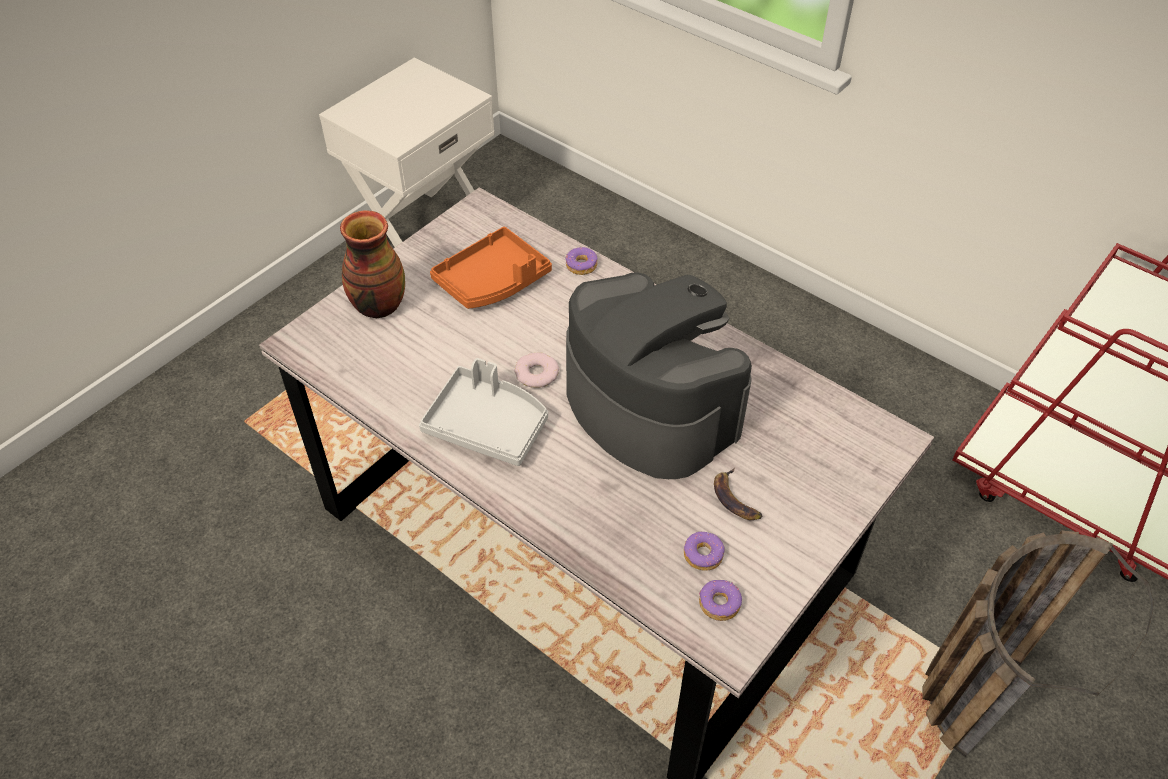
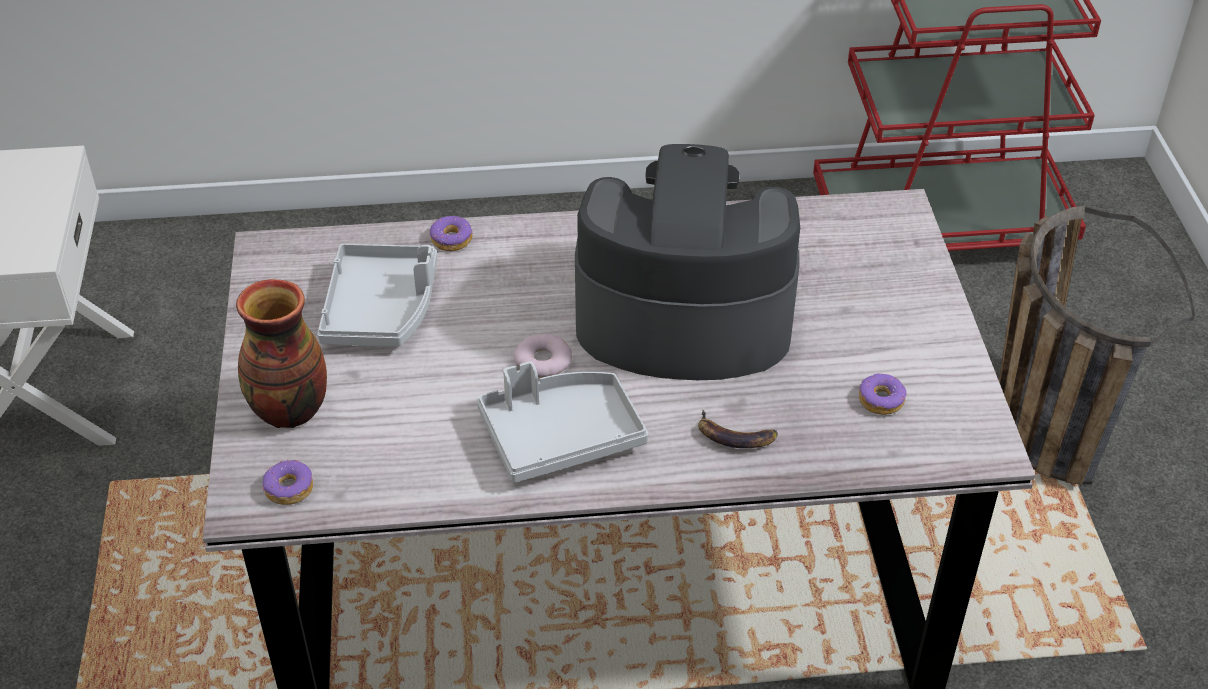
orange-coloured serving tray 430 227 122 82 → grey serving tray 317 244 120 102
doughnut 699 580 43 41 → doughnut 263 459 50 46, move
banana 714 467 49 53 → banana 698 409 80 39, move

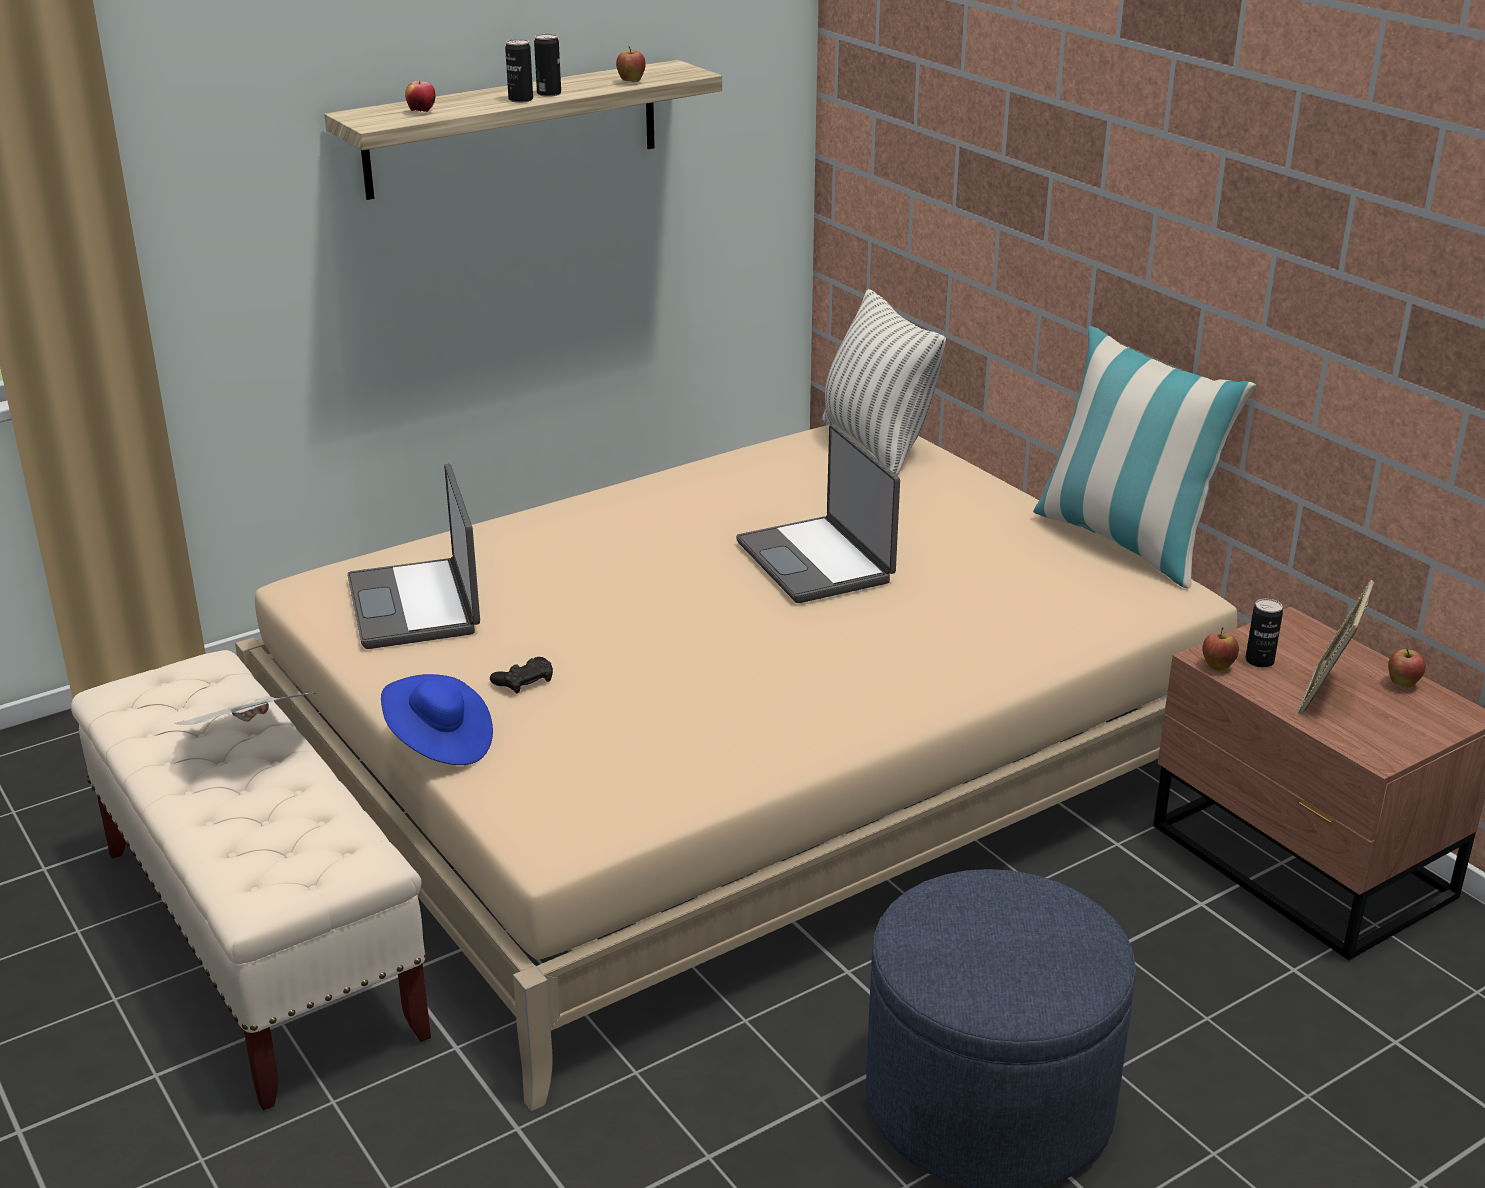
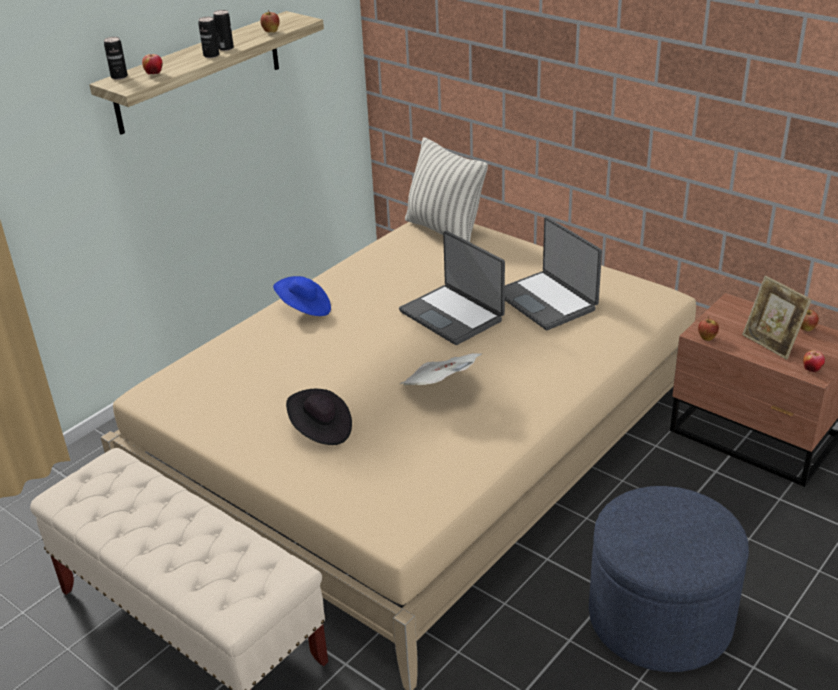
newspaper 174 693 141 32 → newspaper 400 353 82 32, move
portable computer 347 464 133 185 → portable computer 505 217 97 113, move
bluish clothing hat 381 674 112 91 → bluish clothing hat 273 276 58 40, move
black-coloured game controller 490 657 63 37 → black-coloured clothing hat 286 389 66 56
throw pillow 1033 326 223 262 → -
sealed can 1245 599 38 69 → sealed can 104 37 24 43, move
picture frame 1298 580 76 135 → picture frame 742 276 70 84, 45 degrees counterclockwise
- → apple 803 350 22 22

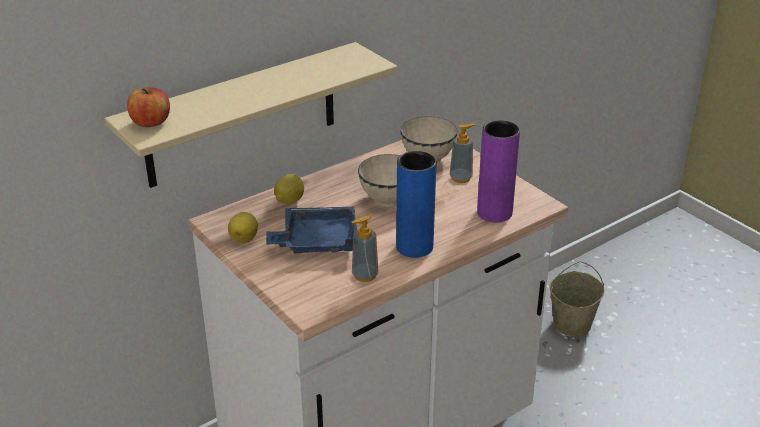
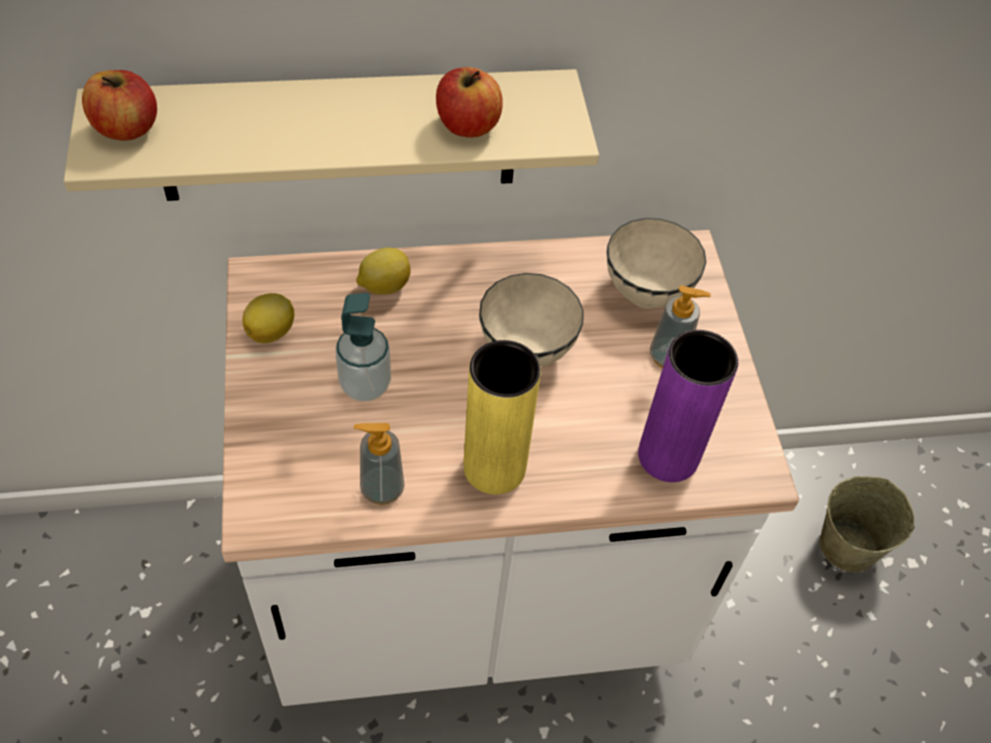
bluish serving tray 266 207 91 46 → soap bottle 335 293 56 109
bluish vase 396 151 41 107 → yellow vase 464 340 77 155
- → apple 436 67 67 70

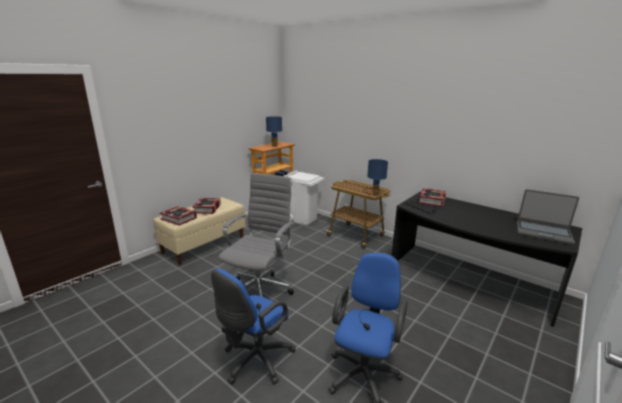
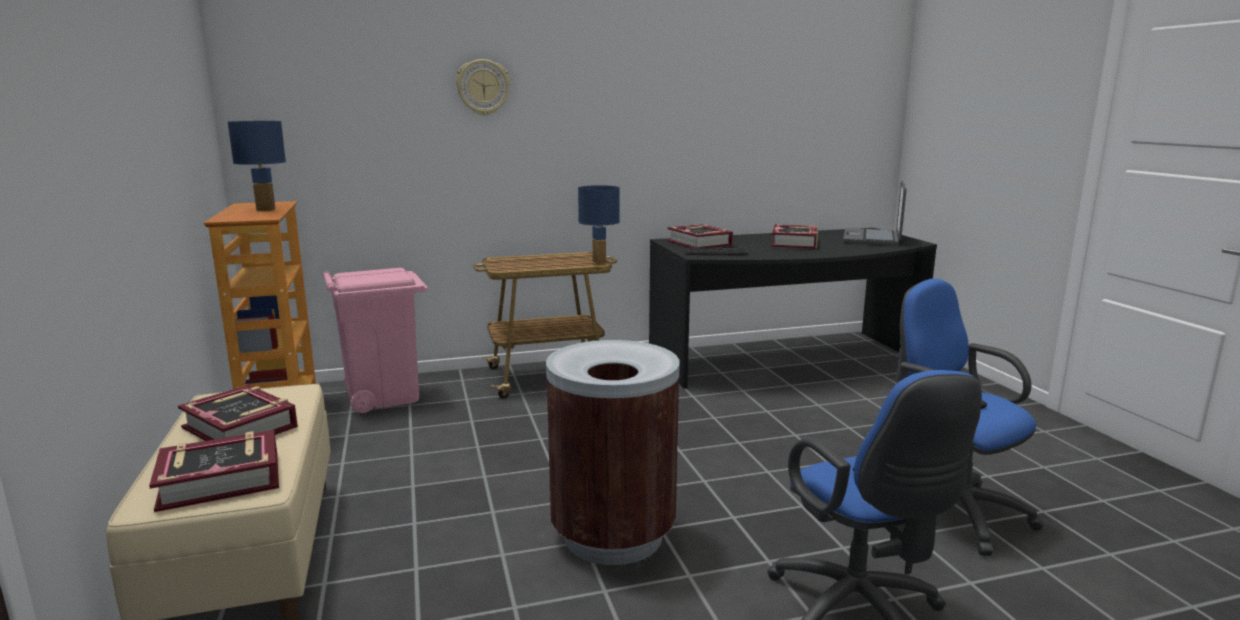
grey computer chair 218 173 77 123 → brown trash can 546 340 133 225
whitish trash can 284 170 40 55 → pink-coloured trash can 322 268 106 145
portable computer 517 189 62 56 → portable computer 843 181 63 65, 135 degrees clockwise
- → clock on the wall 456 59 54 56
- → volume 772 224 46 25

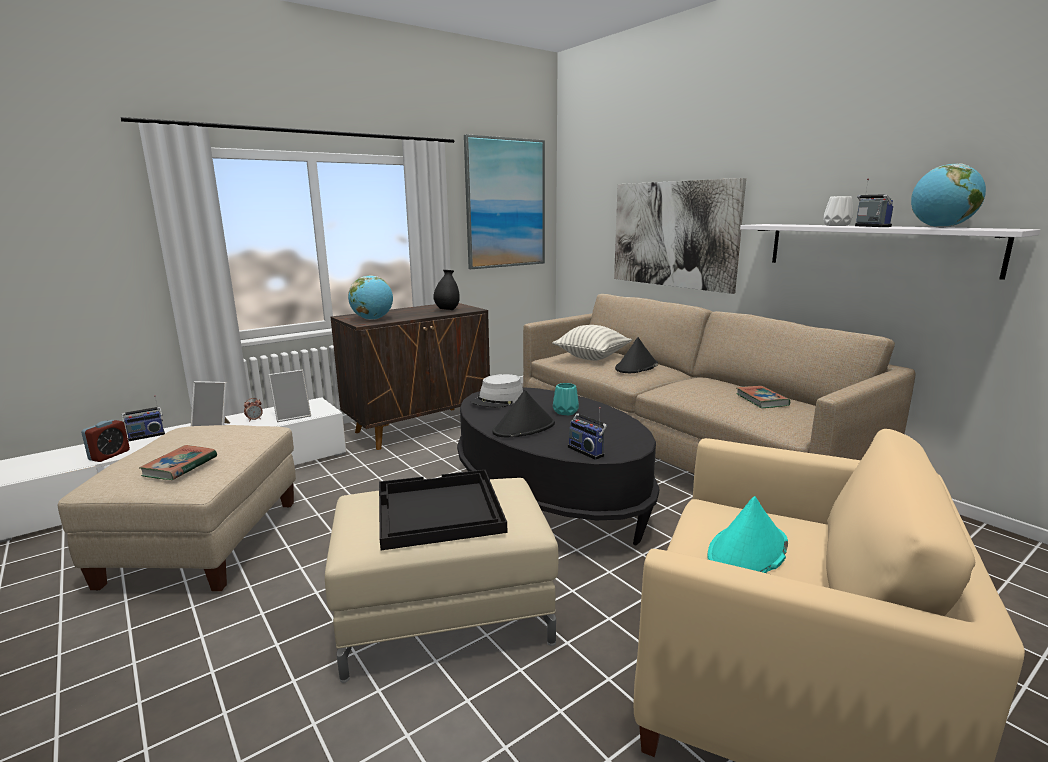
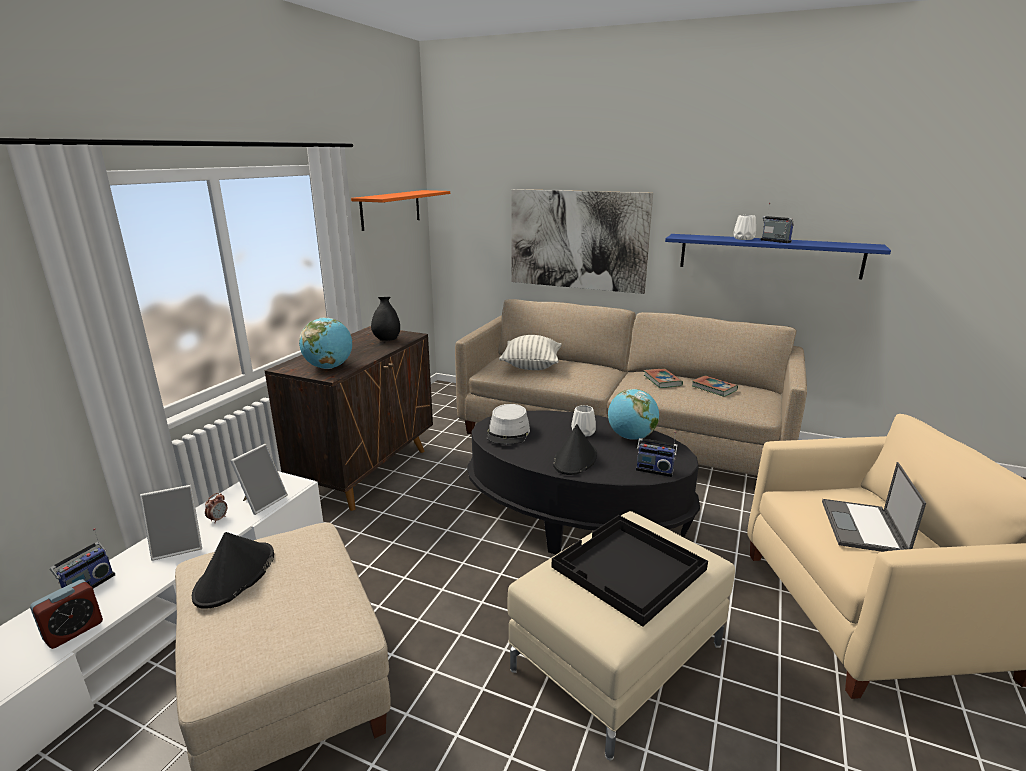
alarm clock 81 420 49 42 → alarm clock 30 579 73 70, 45 degrees clockwise
volume 139 445 78 35 → volume 644 369 39 19, move
wall art 464 134 81 135 → orange-coloured shelf 351 190 99 41
blue-green vase 553 383 26 32 → whitish vase 571 405 25 32
black-coloured clothing hat 615 337 43 36 → black-coloured clothing hat 192 532 82 77, move
blue-green clothing hat 707 496 81 77 → portable computer 822 462 104 90
whitish shelf 740 224 300 56 → bluish shelf 665 234 226 45
desk globe 911 163 75 65 → desk globe 608 389 51 51, move

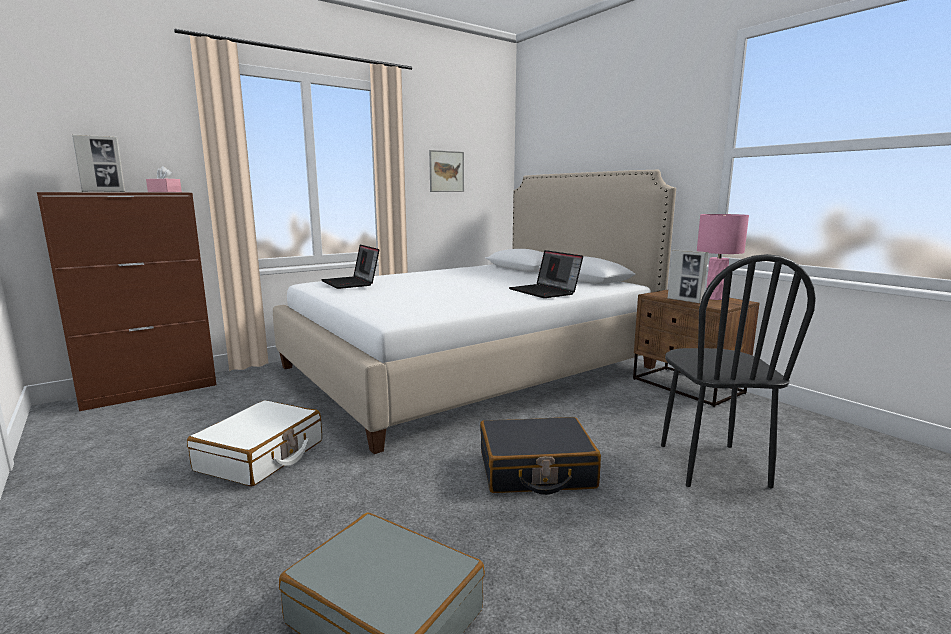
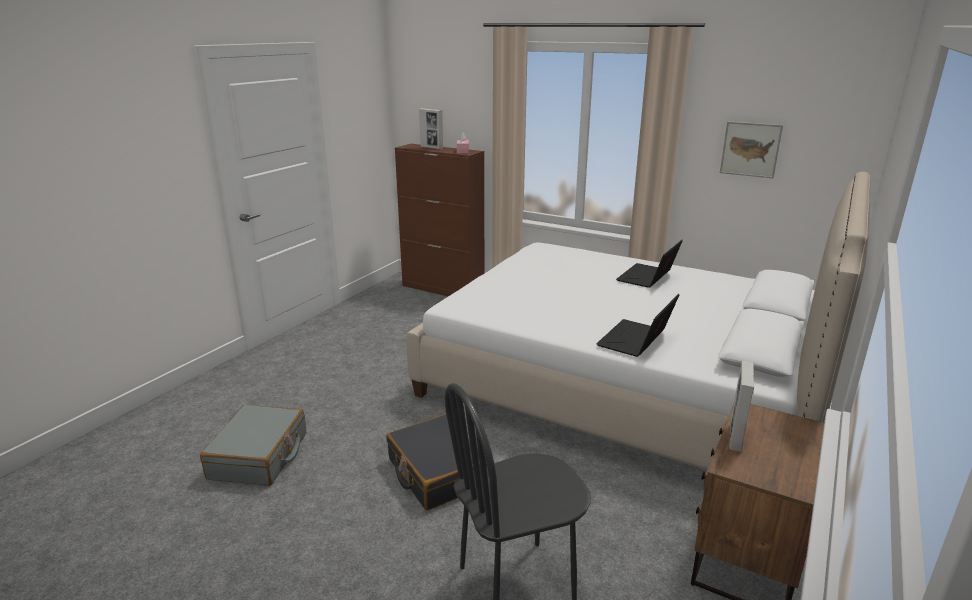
whitish piece of luggage 187 400 135 87 → -
portable computer 321 245 58 44 → portable computer 616 240 67 48, move
pink-coloured lamp for a table 697 214 52 86 → -

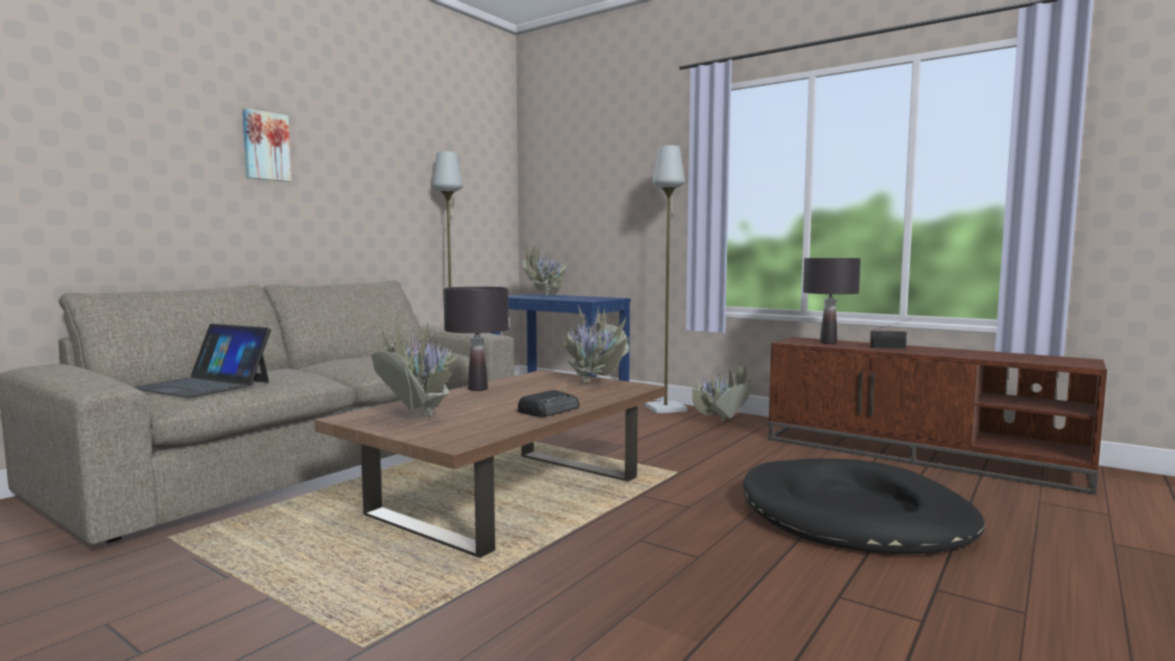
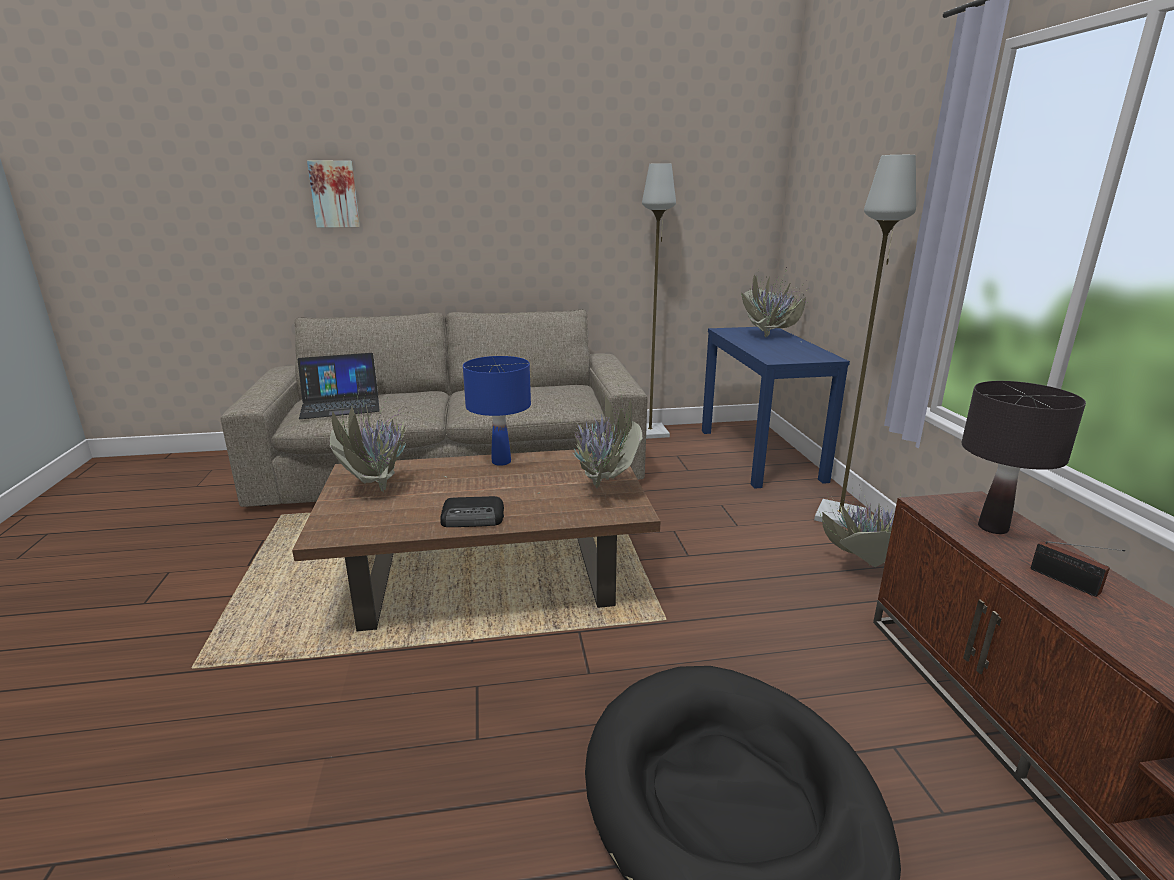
portable computer 134 324 137 74 → portable computer 298 353 82 66, 90 degrees counterclockwise
wall art 242 108 50 74 → wall art 307 160 53 68, move
black-coloured lamp for a table 443 287 66 104 → bluish lamp for a table 463 356 68 110

